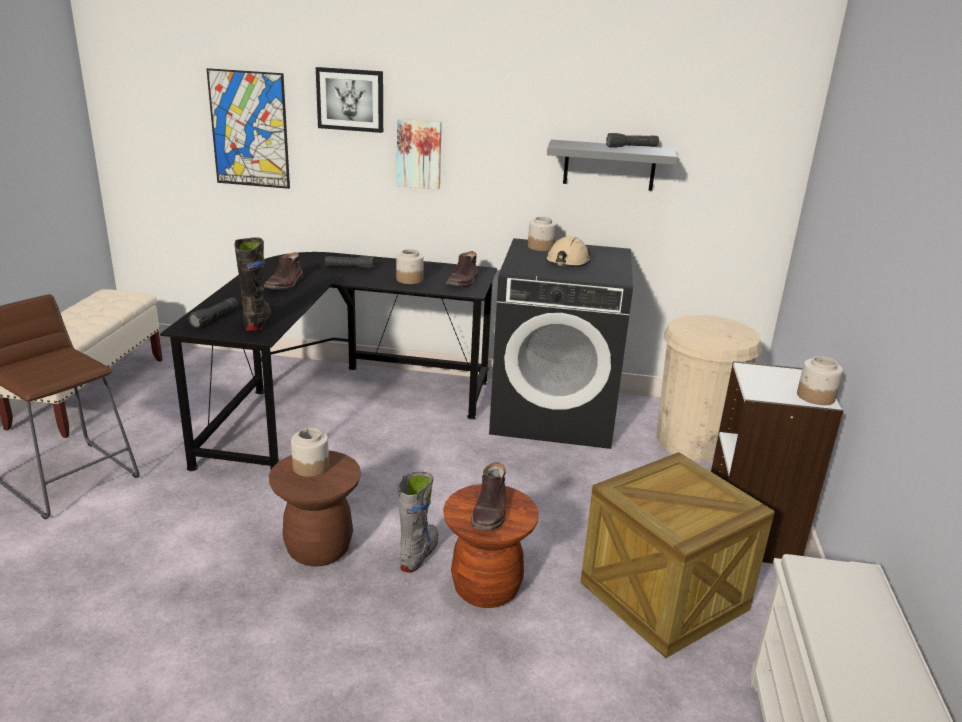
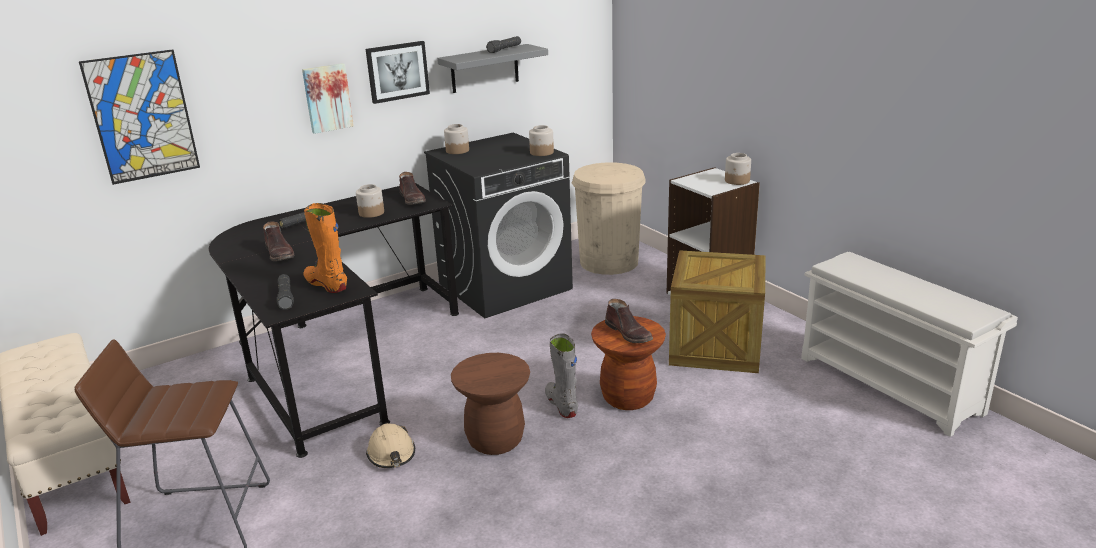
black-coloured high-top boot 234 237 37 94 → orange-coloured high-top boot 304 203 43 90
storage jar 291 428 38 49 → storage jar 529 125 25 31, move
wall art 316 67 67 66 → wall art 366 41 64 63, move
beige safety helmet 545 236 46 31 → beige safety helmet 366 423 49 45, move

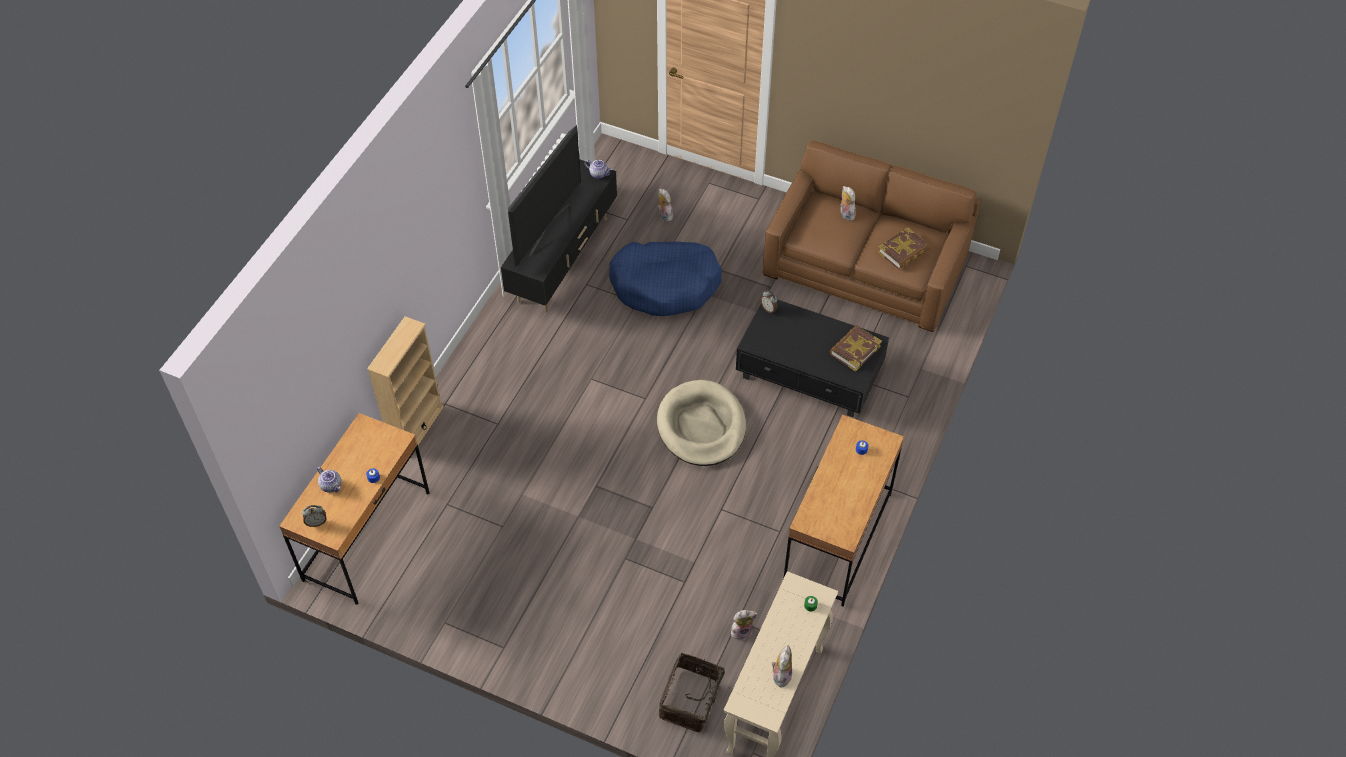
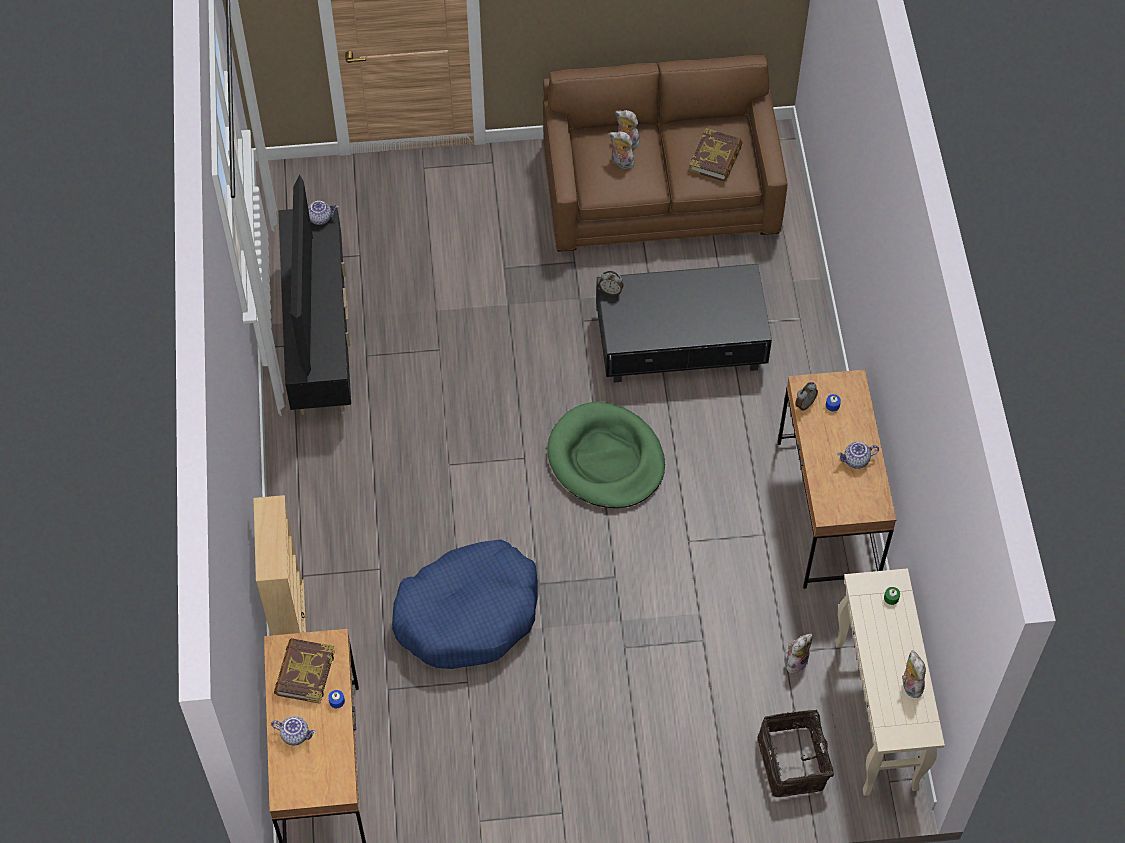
alarm clock 302 505 24 22 → alarm clock 795 382 23 29, move
bluish dog bed 609 242 113 74 → bluish dog bed 392 539 146 130, move
beige dog bed 657 380 89 86 → green-coloured dog bed 547 402 118 106
cuddly toy 658 188 15 33 → cuddly toy 609 131 25 38, move
volume 829 325 53 47 → volume 274 638 61 66, move
- → teapot 837 442 42 27

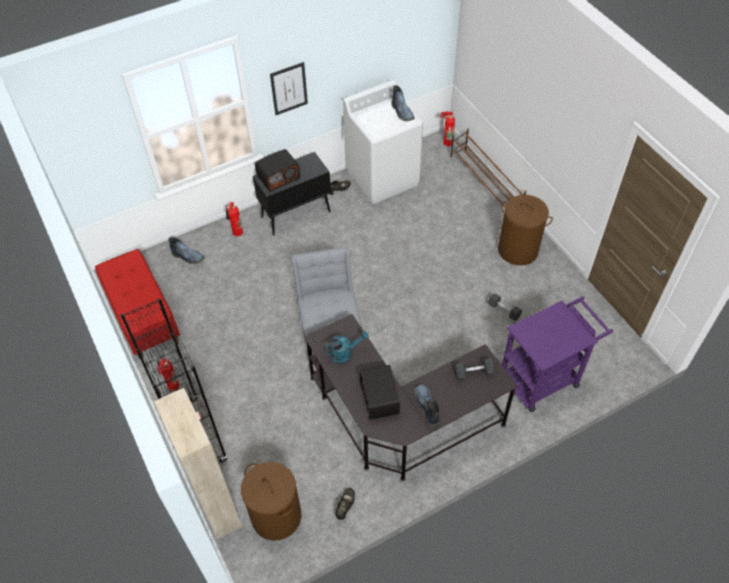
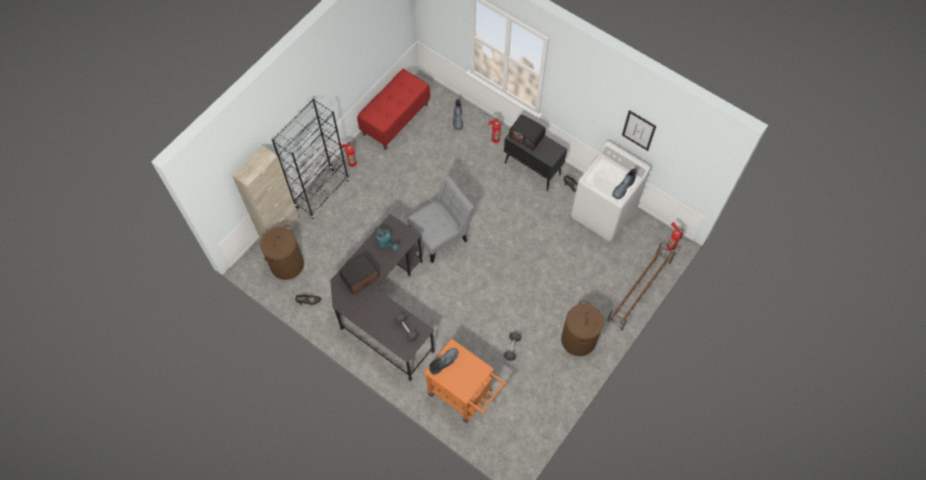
wall art 270 62 38 53 → wall art 622 110 34 41, move
high-top boot 414 384 26 43 → high-top boot 429 348 29 27, move
purple wheeled cart 502 296 111 116 → orange-coloured wheeled cart 424 338 83 85

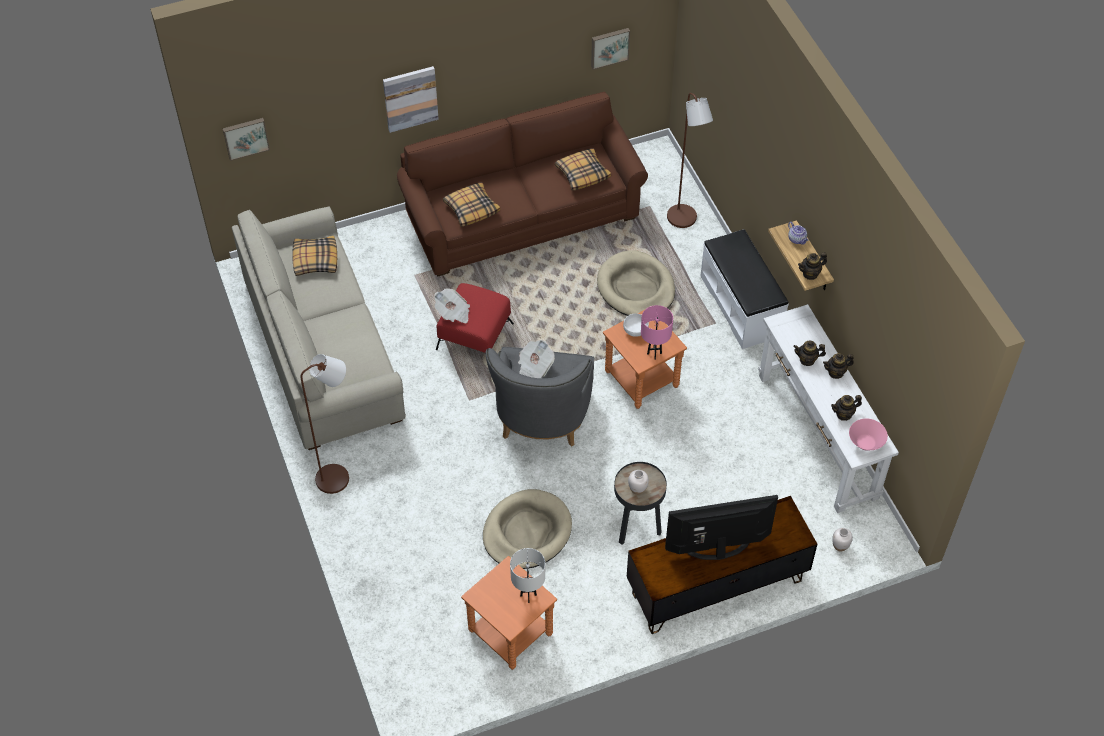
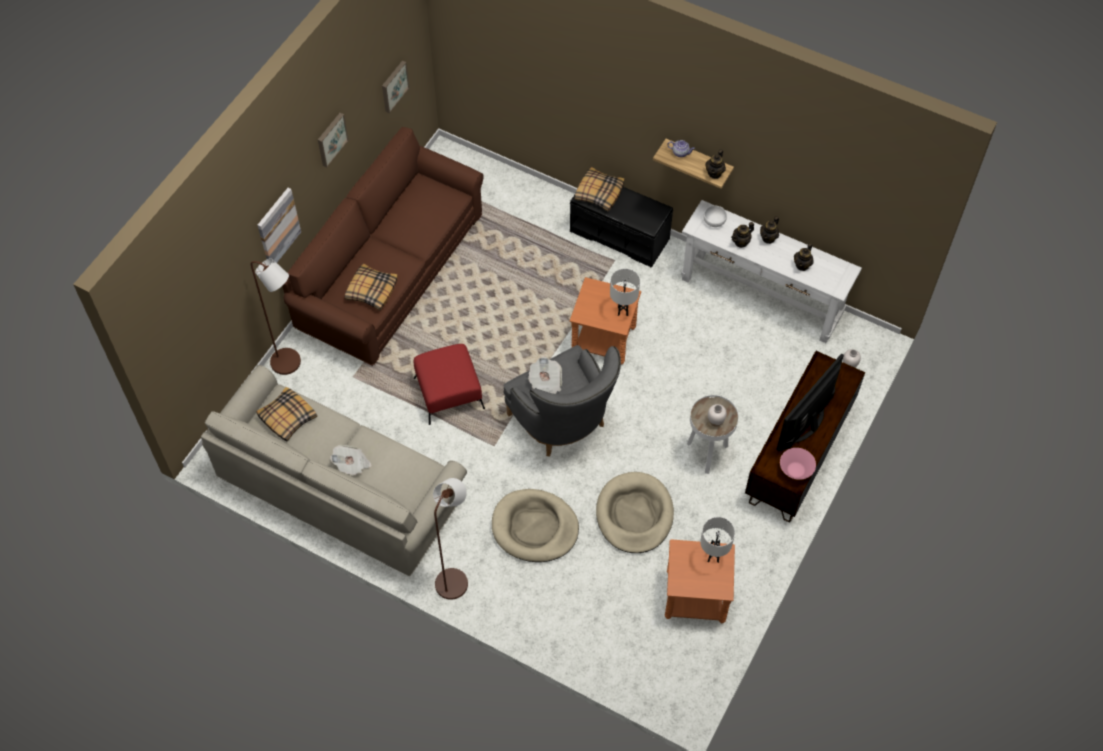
wall art 223 118 47 43 → wall art 318 113 31 54, move
newspaper 434 288 36 35 → newspaper 330 444 42 32, move
throw pillow 555 149 56 41 → throw pillow 574 167 50 44, move
beige dog bed 597 250 78 66 → beige dog bed 492 489 87 73, move
black-coloured side table 614 462 53 83 → whitish side table 687 395 51 79
whitish deep dish 623 314 26 23 → whitish deep dish 703 206 24 21, move
pink-coloured lamp for a table 641 305 32 55 → whitish lamp for a table 610 268 30 48
brown standing lamp 667 93 46 135 → brown standing lamp 251 258 50 117, move
whitish long seat 700 229 89 120 → black-coloured long seat 570 187 103 81
pink-coloured deep dish 849 418 39 33 → pink-coloured deep dish 780 448 36 32, move

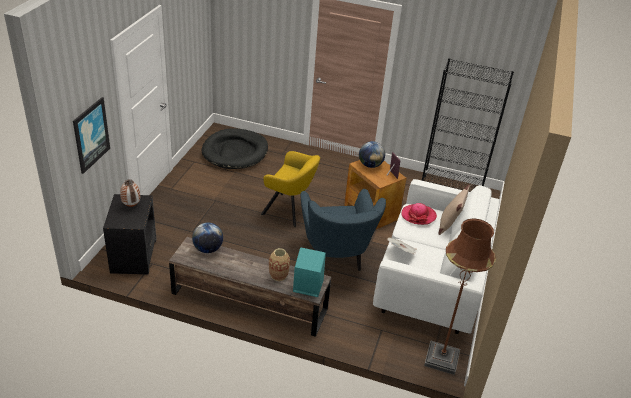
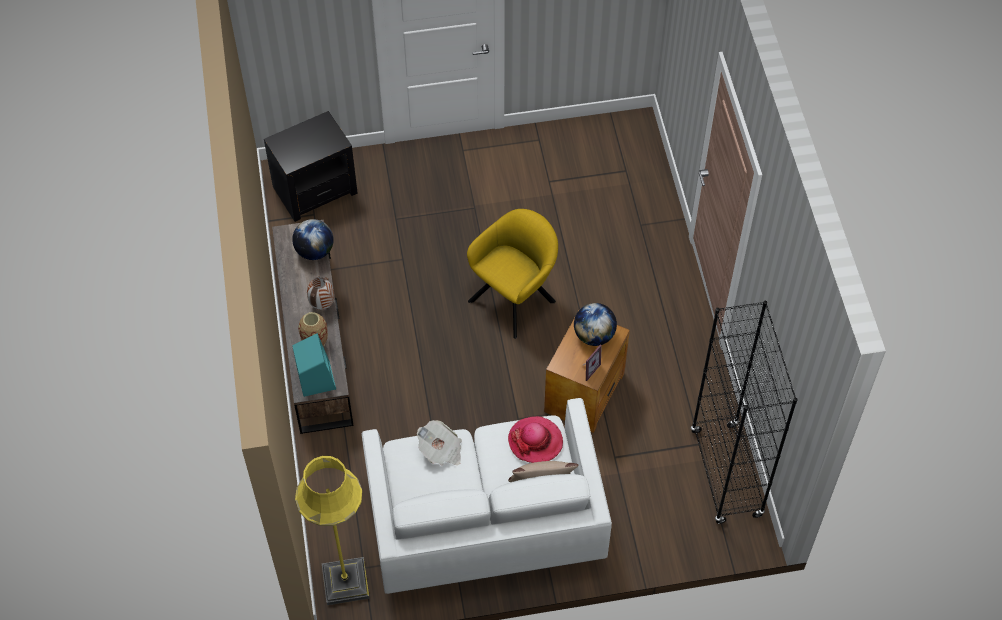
wall art 73 97 37 77 → -
vase 120 179 20 28 → vase 307 277 27 33, move
black-coloured dog bed 202 128 66 41 → -
yellow lounge chair 261 151 59 76 → yellow lounge chair 467 209 91 130, 135 degrees counterclockwise
bluish lounge chair 301 189 85 82 → -
brown standing lamp 424 218 72 157 → yellow standing lamp 295 456 75 149

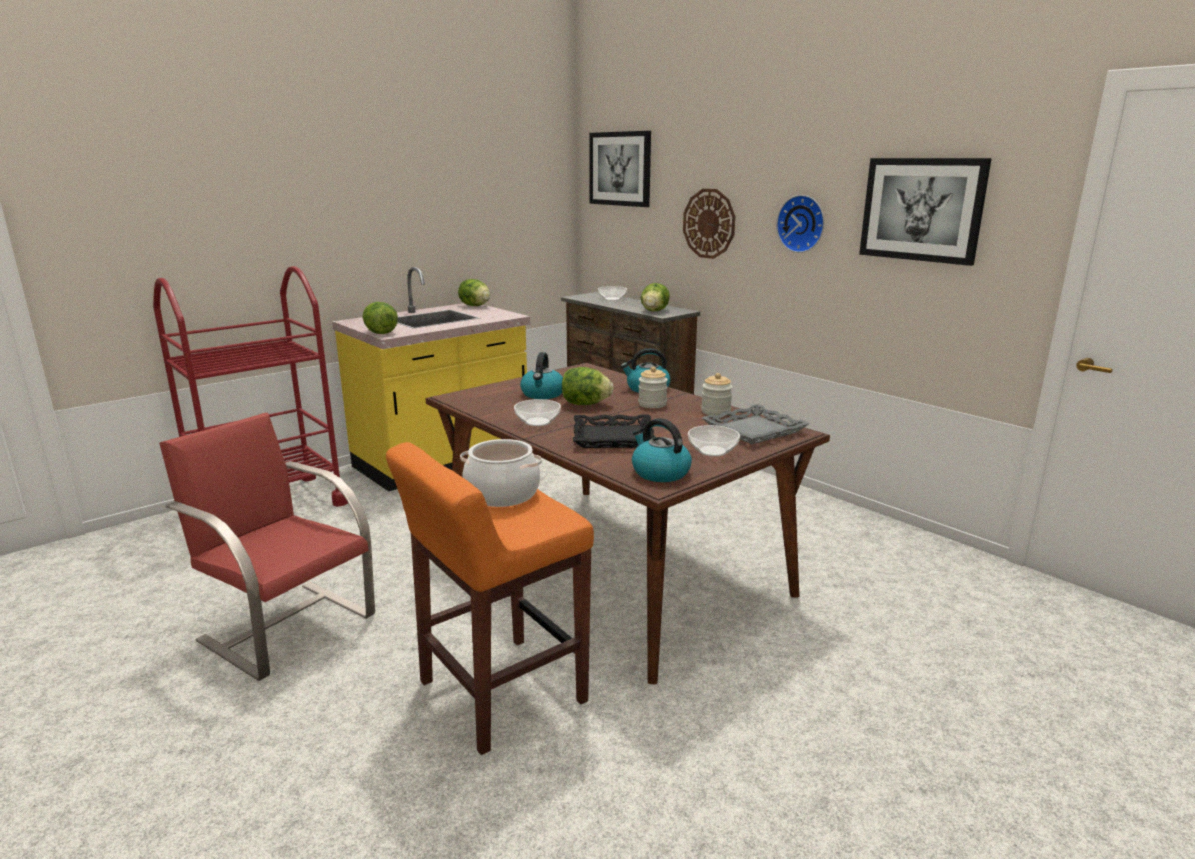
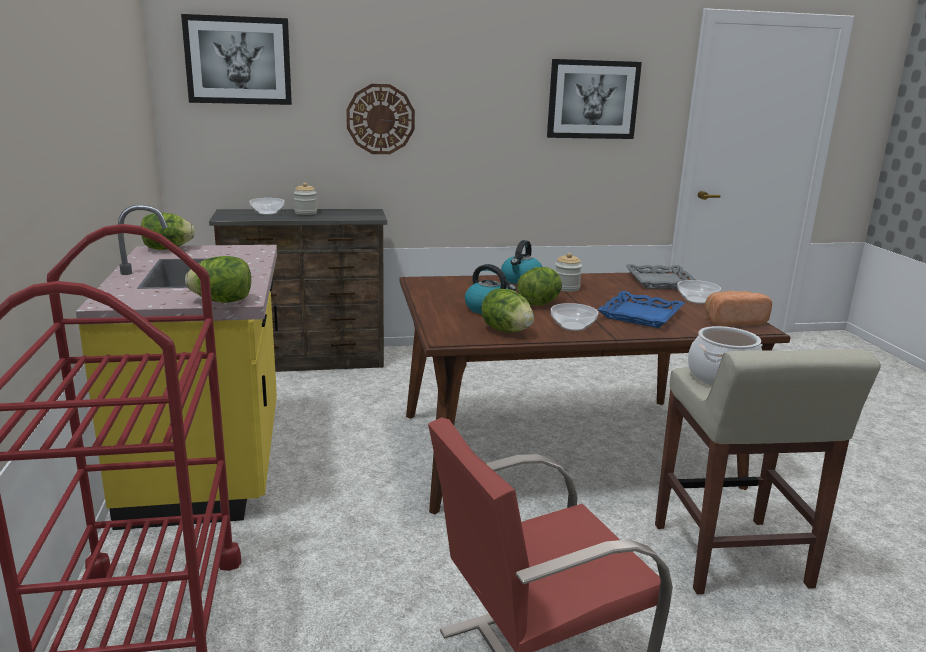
orange-coloured stool 386 442 208 313 → beige stool 655 349 226 245
black-coloured serving tray 573 414 83 34 → bluish serving tray 597 291 87 37
water kettle 632 418 60 64 → baked bread 705 291 67 35
head of lettuce 641 283 29 29 → head of lettuce 481 289 53 43, move
storage jar 701 373 32 43 → storage jar 294 183 23 32, move
clock on the wall 776 195 48 58 → -

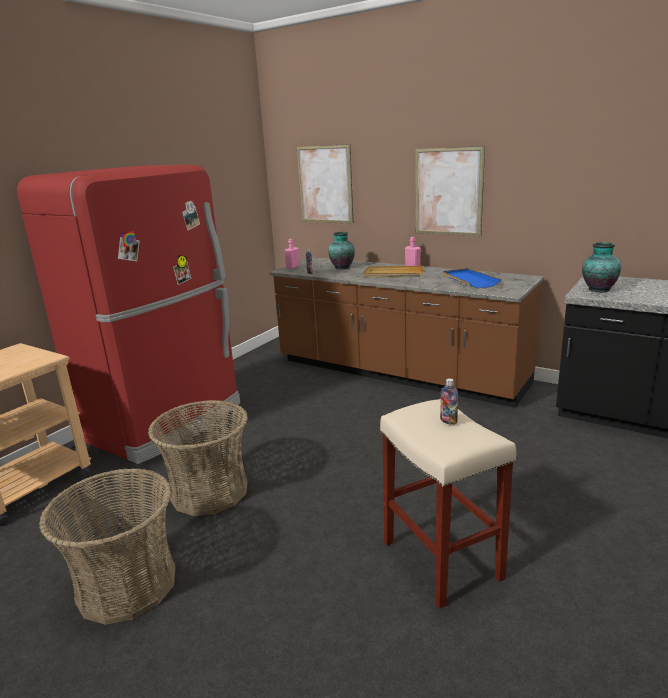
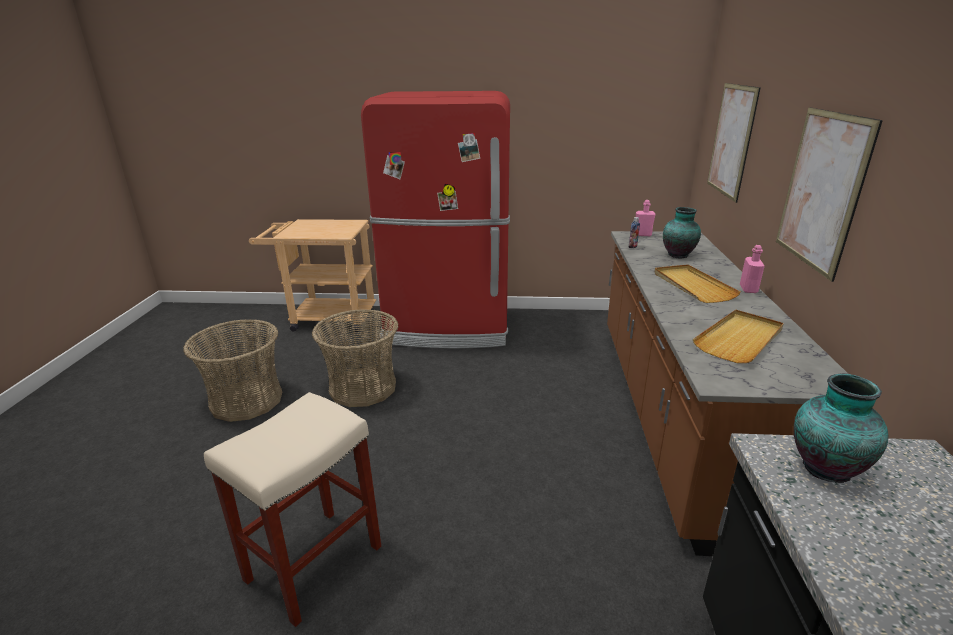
bottle 440 378 18 47 → -
bluish serving tray 443 268 59 20 → beige serving tray 693 310 91 53

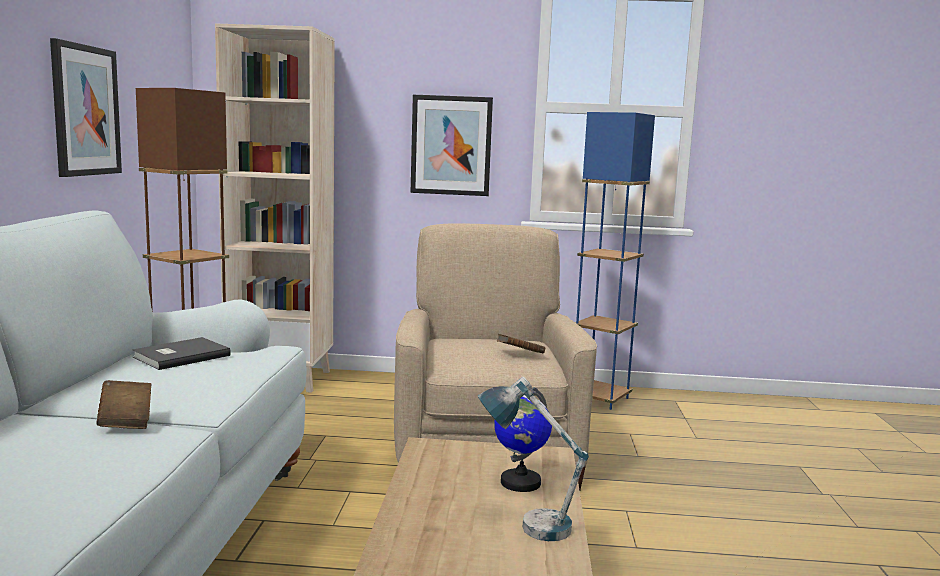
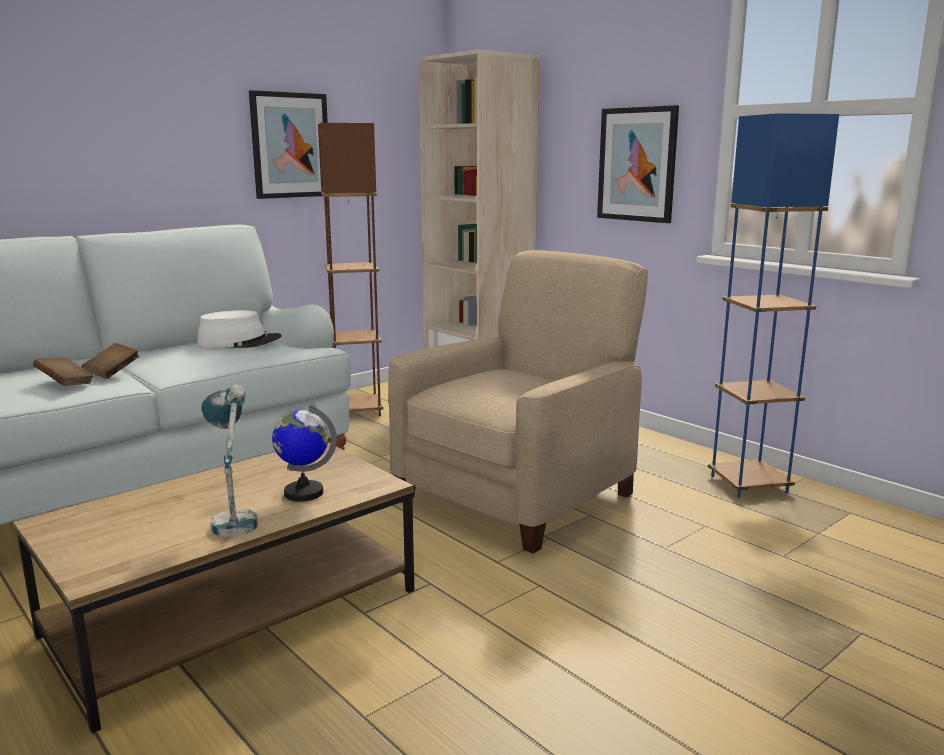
grey volume 132 337 99 33 → whitish clothing hat 197 310 85 38
brown volume 497 334 48 19 → brown volume 33 357 61 29, move

